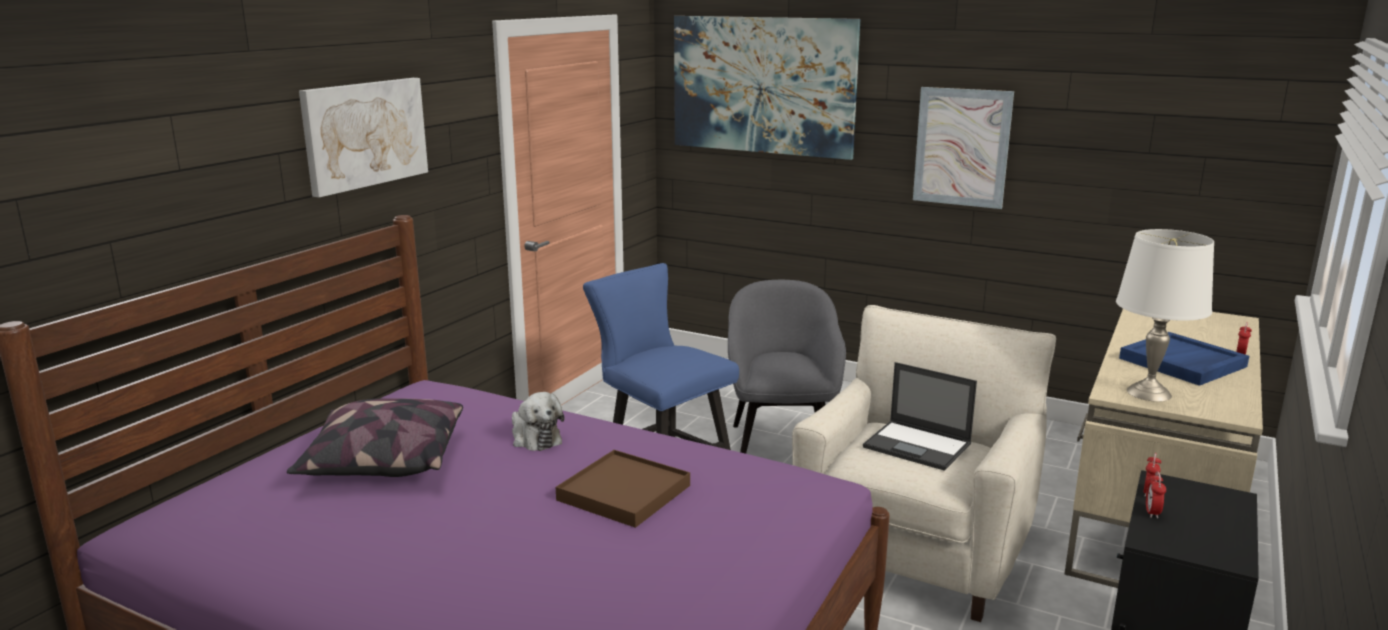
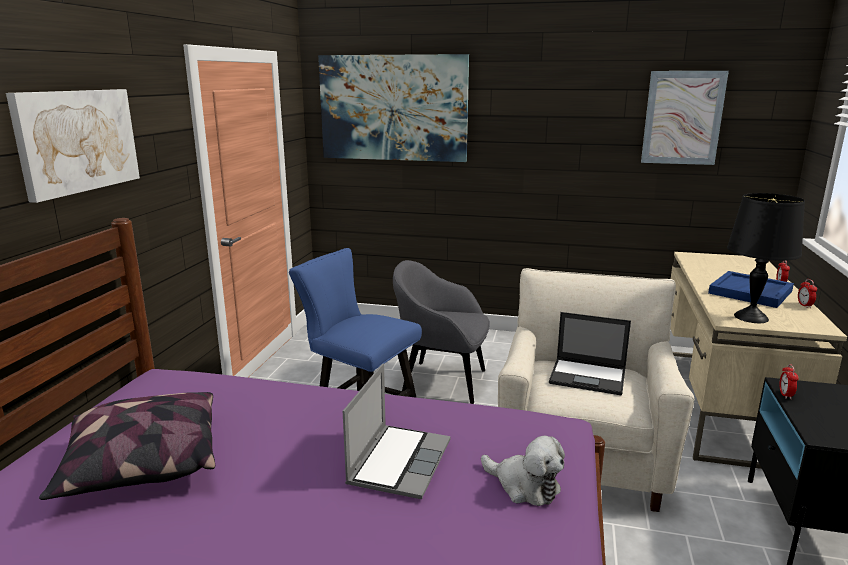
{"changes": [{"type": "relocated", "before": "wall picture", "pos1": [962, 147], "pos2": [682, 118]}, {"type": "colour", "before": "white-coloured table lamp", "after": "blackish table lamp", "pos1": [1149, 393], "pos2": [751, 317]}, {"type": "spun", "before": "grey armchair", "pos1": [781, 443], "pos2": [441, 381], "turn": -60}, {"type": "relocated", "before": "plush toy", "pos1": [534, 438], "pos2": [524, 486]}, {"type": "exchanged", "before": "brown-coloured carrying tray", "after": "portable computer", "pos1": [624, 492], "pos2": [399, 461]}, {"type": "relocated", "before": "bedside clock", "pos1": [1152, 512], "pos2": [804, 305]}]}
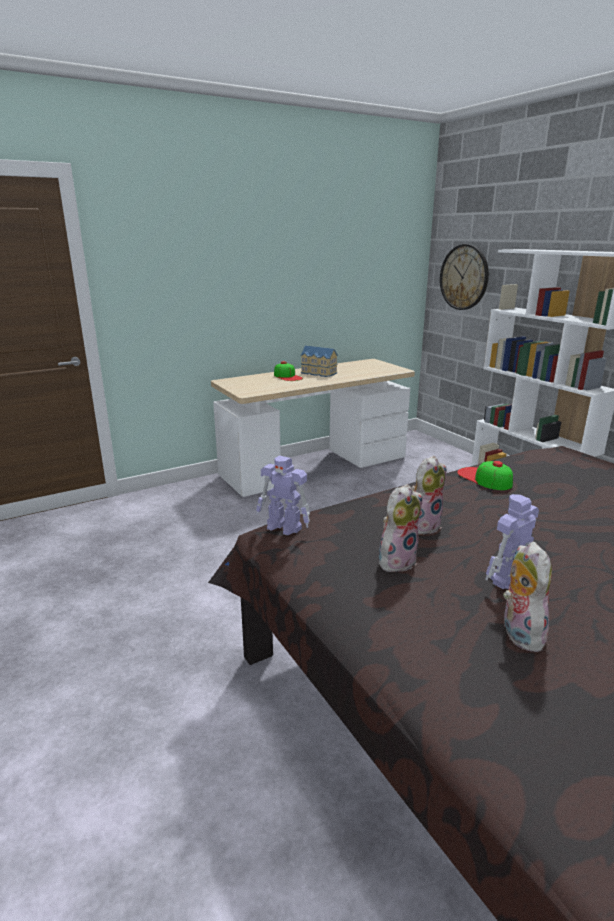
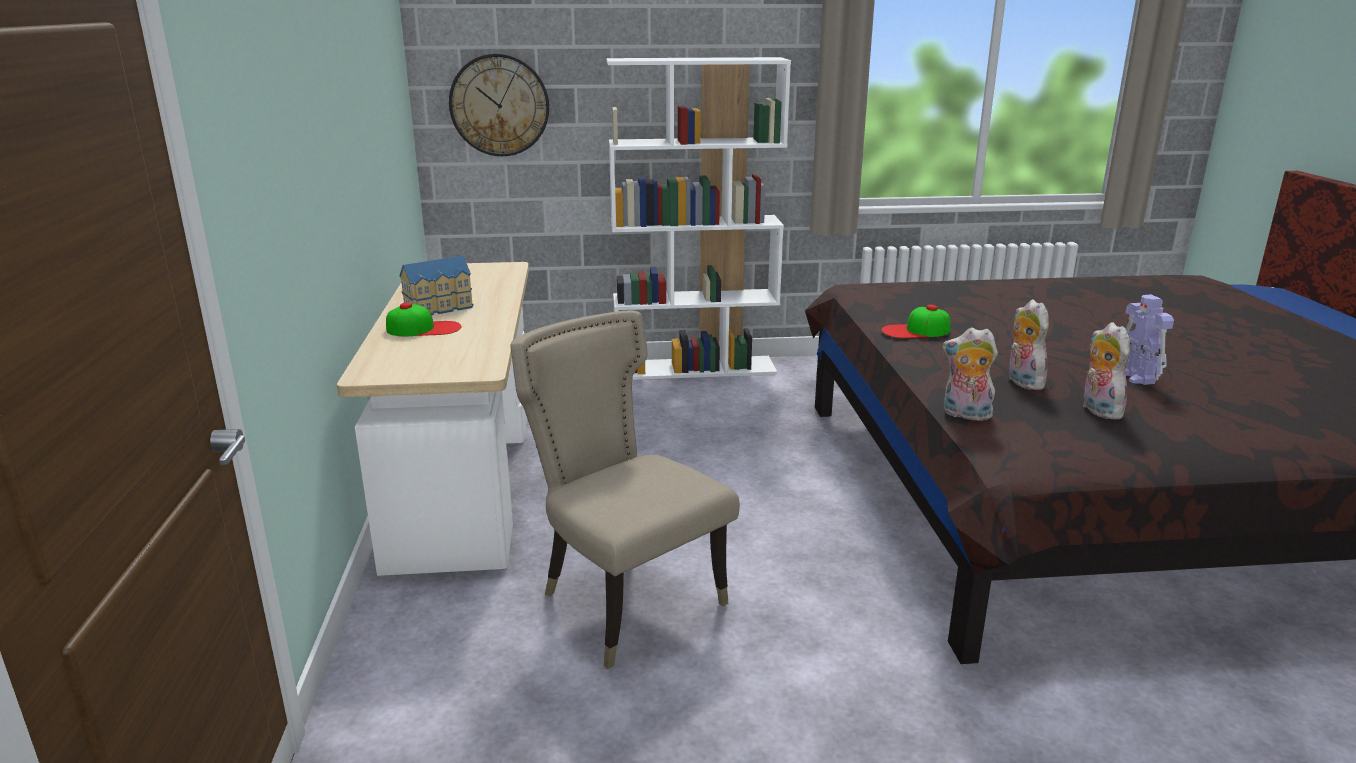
{"changes": [{"type": "missing", "before": "toy robot", "pos1": [284, 527]}, {"type": "relocated", "before": "plush toy", "pos1": [518, 633], "pos2": [965, 415]}, {"type": "appeared", "after": "beige-coloured chair", "pos2": [625, 600]}]}
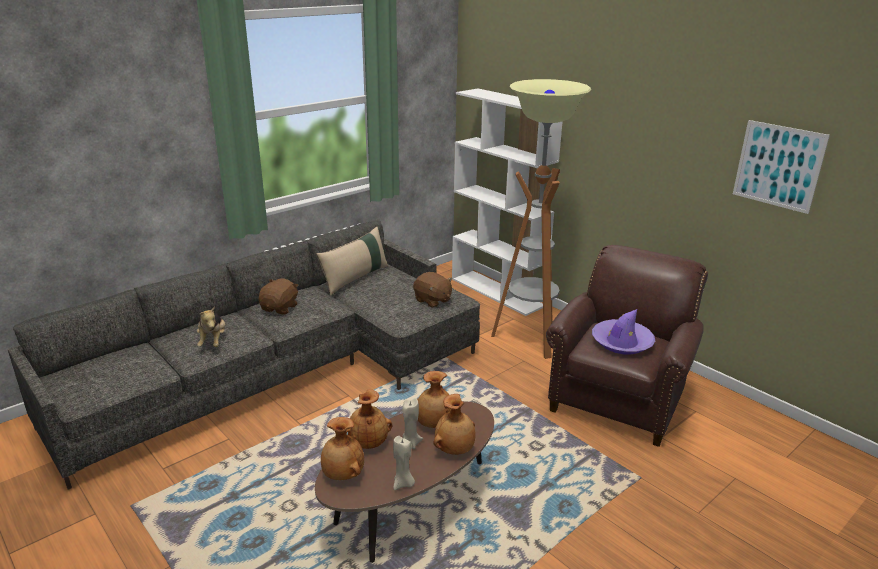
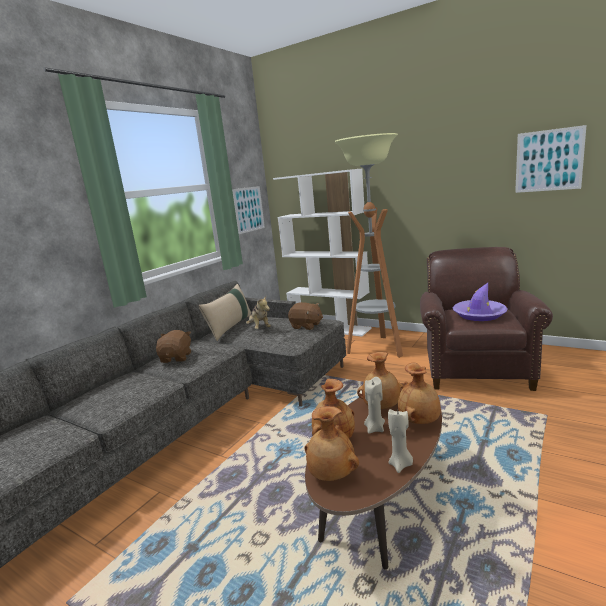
{"changes": [{"type": "relocated", "before": "plush toy", "pos1": [213, 341], "pos2": [259, 328]}, {"type": "appeared", "after": "wall picture", "pos2": [248, 209]}]}
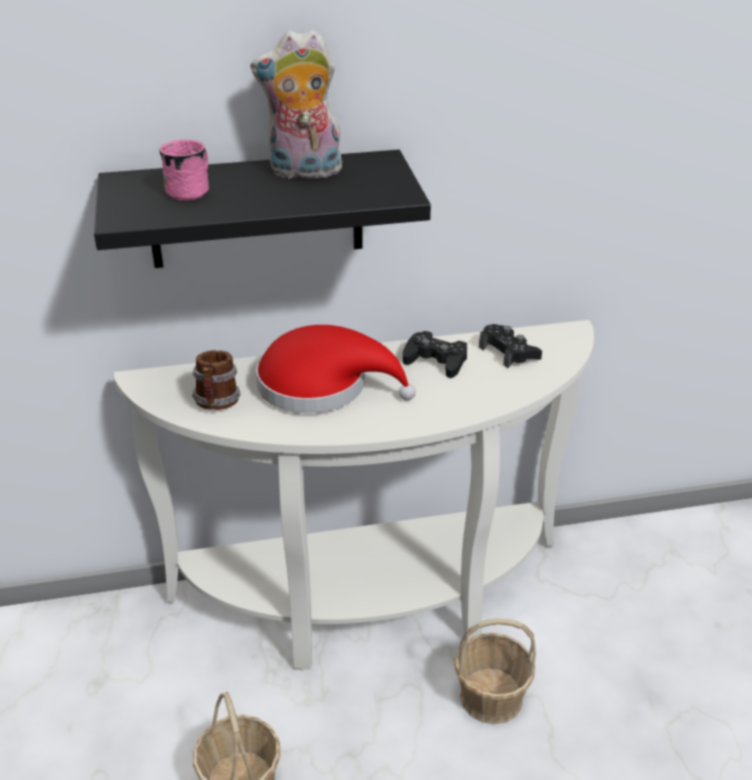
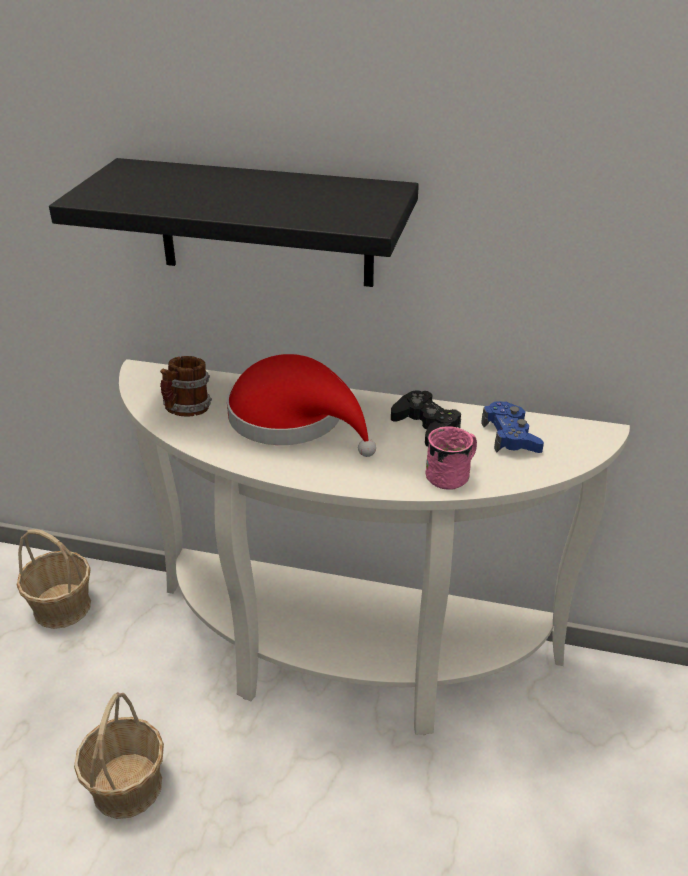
{"changes": [{"type": "missing", "before": "plush toy", "pos1": [303, 172]}, {"type": "relocated", "before": "pink-coloured mug", "pos1": [192, 190], "pos2": [453, 475]}, {"type": "colour", "before": "blackish gamepad", "after": "blue-coloured gamepad", "pos1": [508, 352], "pos2": [510, 436]}, {"type": "relocated", "before": "basket", "pos1": [490, 696], "pos2": [62, 606]}]}
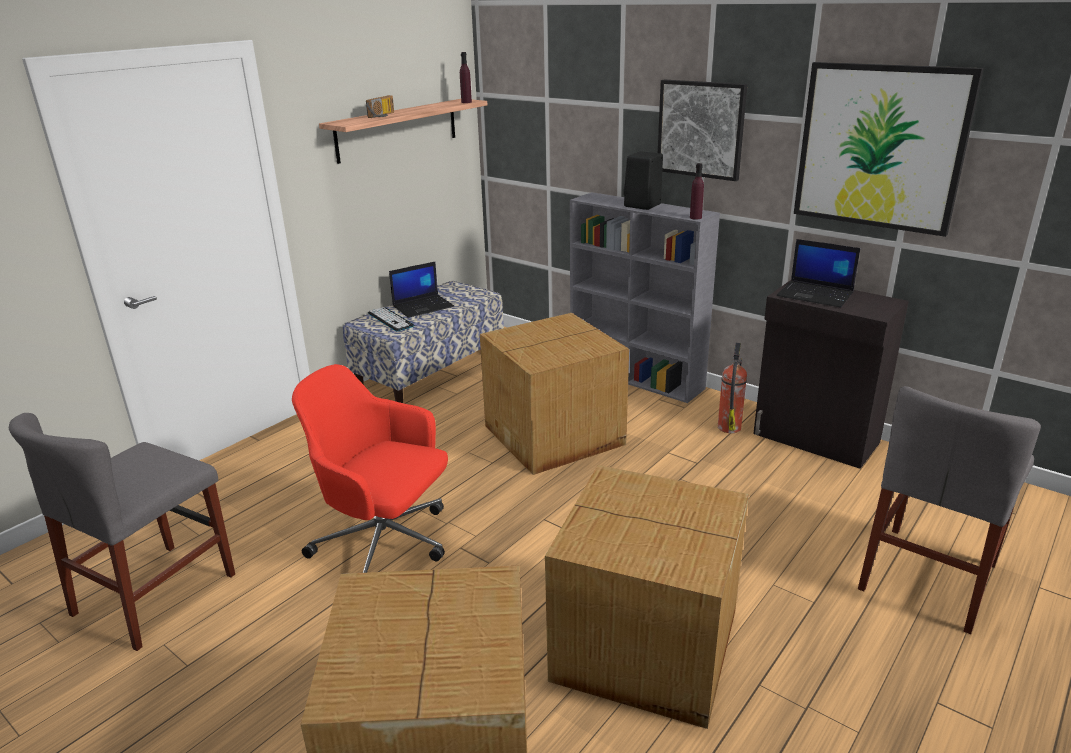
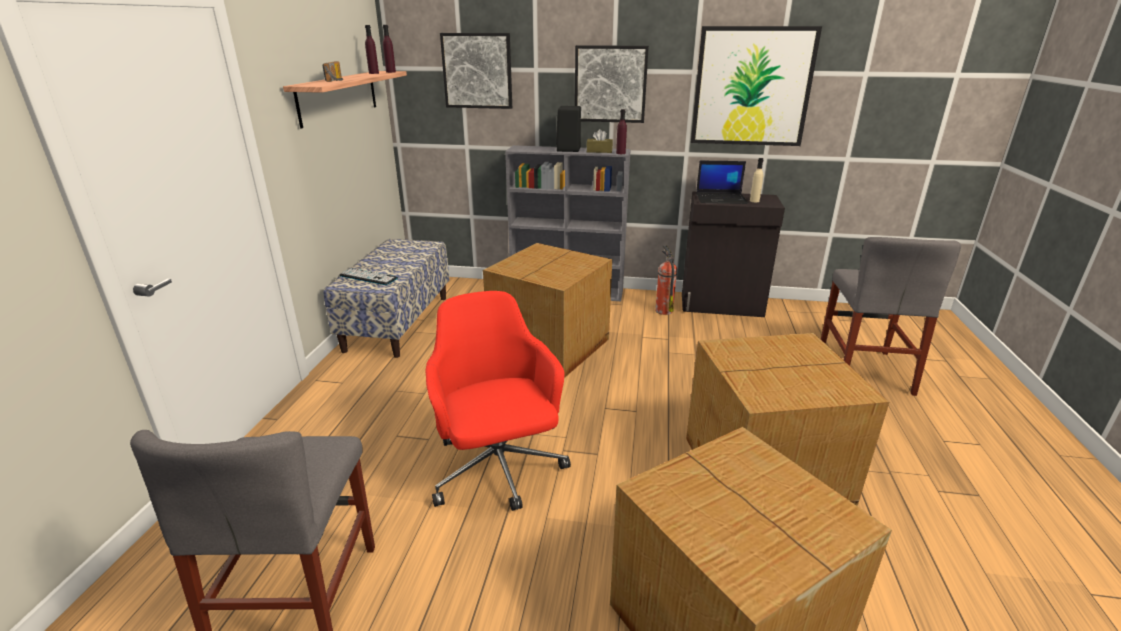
{"changes": [{"type": "missing", "before": "portable computer", "pos1": [423, 306]}, {"type": "spun", "before": "red office chair", "pos1": [385, 545], "pos2": [498, 470], "turn": 75}, {"type": "appeared", "after": "purplish beverage bottle", "pos2": [373, 73]}, {"type": "appeared", "after": "wall picture", "pos2": [477, 71]}, {"type": "appeared", "after": "brown-coloured tissue box", "pos2": [599, 151]}, {"type": "appeared", "after": "beige-coloured beverage bottle", "pos2": [754, 201]}]}
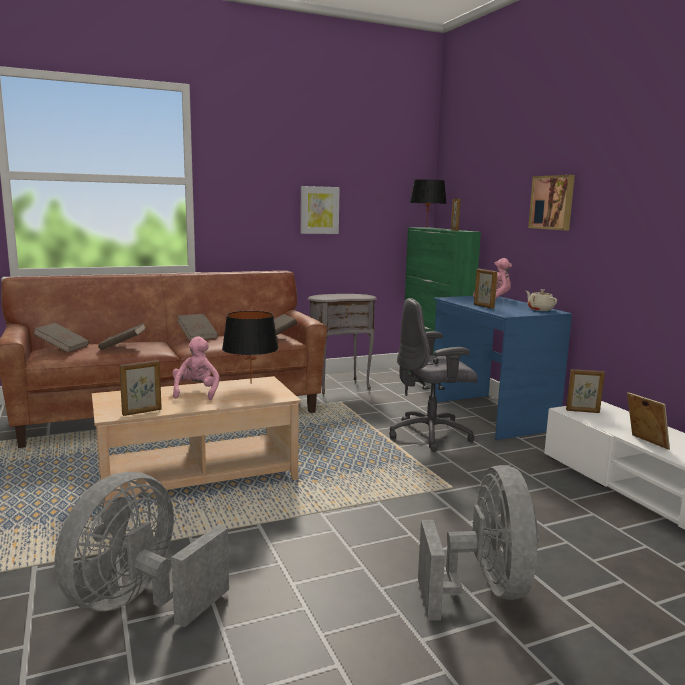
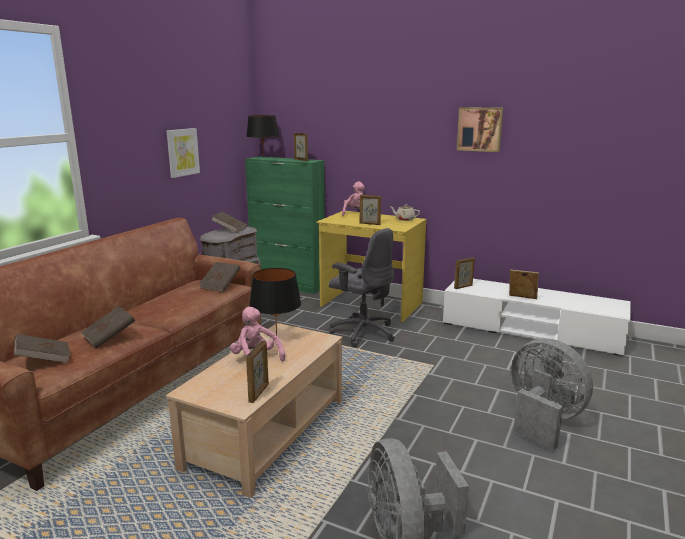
{"changes": [{"type": "relocated", "before": "wall picture", "pos1": [553, 202], "pos2": [480, 129]}, {"type": "colour", "before": "blue-coloured desk unit", "after": "yellow-coloured desk unit", "pos1": [490, 415], "pos2": [370, 304]}, {"type": "spun", "before": "grey office chair", "pos1": [431, 435], "pos2": [362, 332], "turn": -90}, {"type": "relocated", "before": "brown-coloured book", "pos1": [197, 336], "pos2": [229, 229]}]}
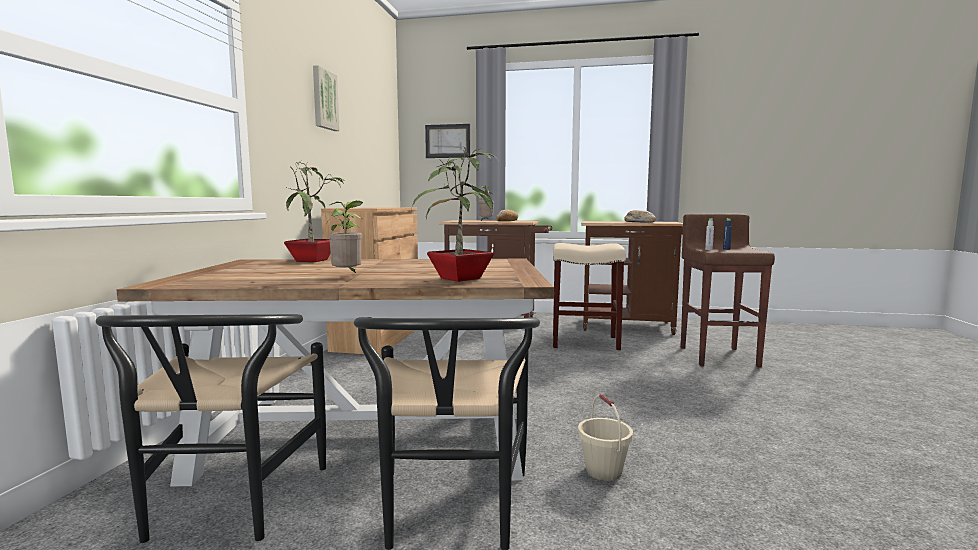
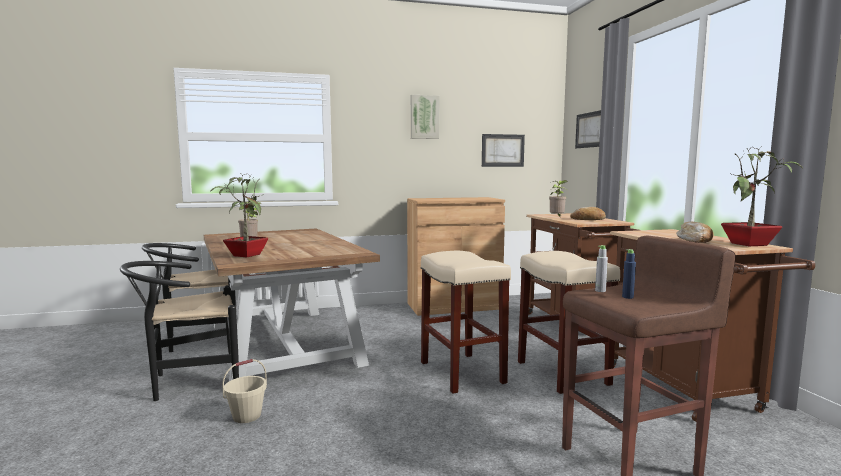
{"changes": [{"type": "relocated", "before": "plant in a pot", "pos1": [313, 261], "pos2": [750, 245]}, {"type": "appeared", "after": "wall picture", "pos2": [502, 150]}, {"type": "appeared", "after": "beige-coloured stool", "pos2": [460, 372]}]}
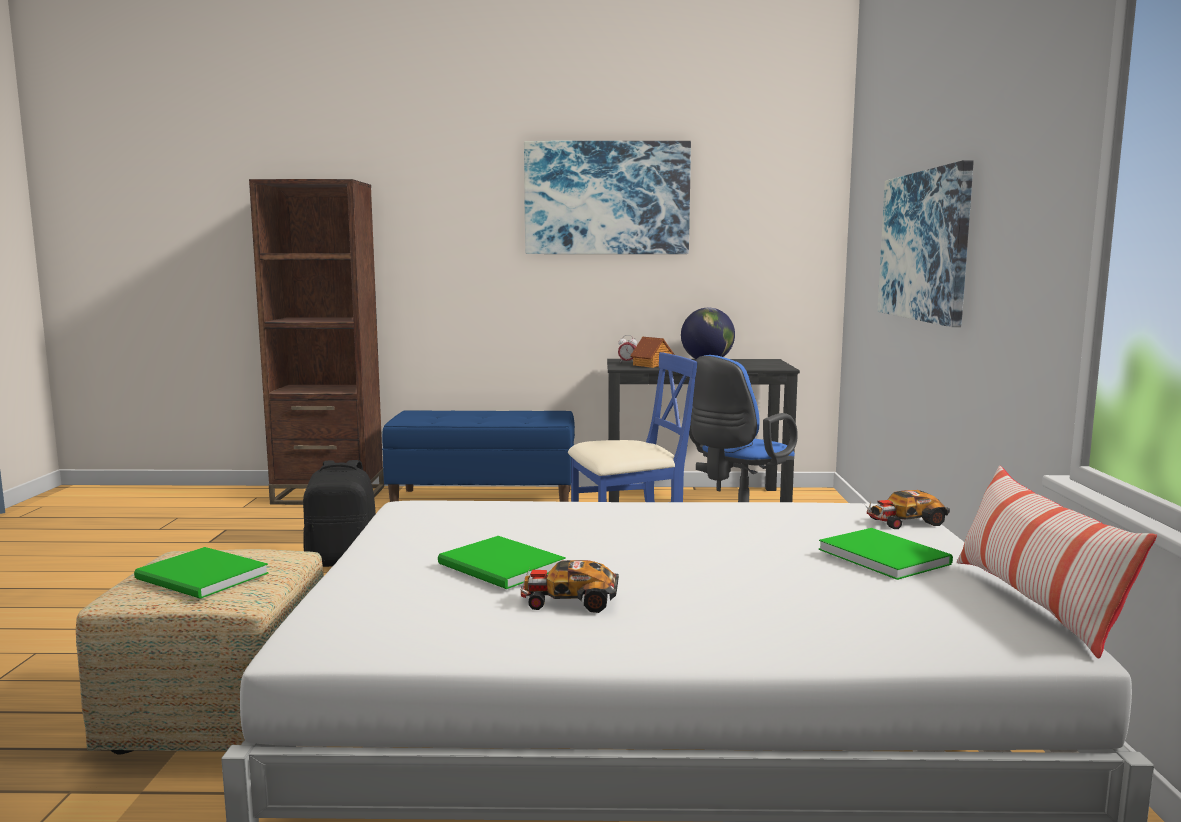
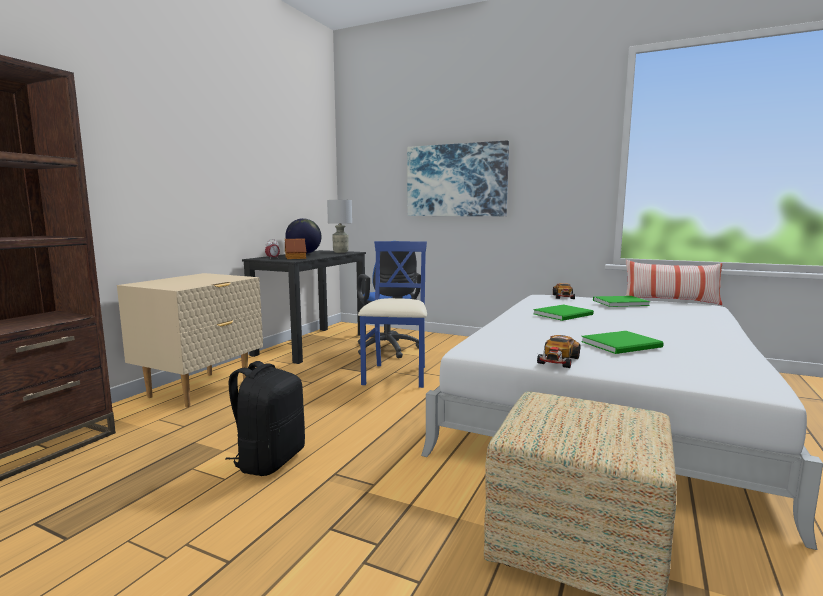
{"changes": [{"type": "missing", "before": "wall picture", "pos1": [607, 198]}, {"type": "exchanged", "before": "blue-coloured long seat", "after": "beige-coloured bedside table", "pos1": [484, 499], "pos2": [200, 389]}, {"type": "relocated", "before": "green book", "pos1": [202, 578], "pos2": [565, 314]}, {"type": "relocated", "before": "toy car", "pos1": [569, 600], "pos2": [558, 360]}, {"type": "appeared", "after": "grey table lamp", "pos2": [341, 252]}]}
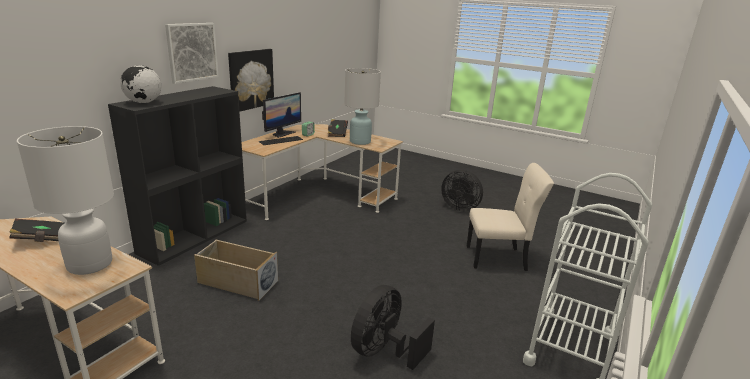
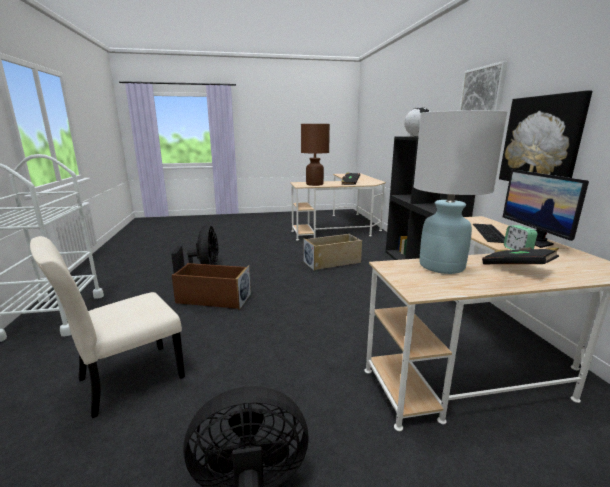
{"changes": [{"type": "colour", "before": "white-coloured table lamp", "after": "brown-coloured table lamp", "pos1": [89, 264], "pos2": [314, 184]}, {"type": "appeared", "after": "brown-coloured storage container", "pos2": [213, 299]}]}
